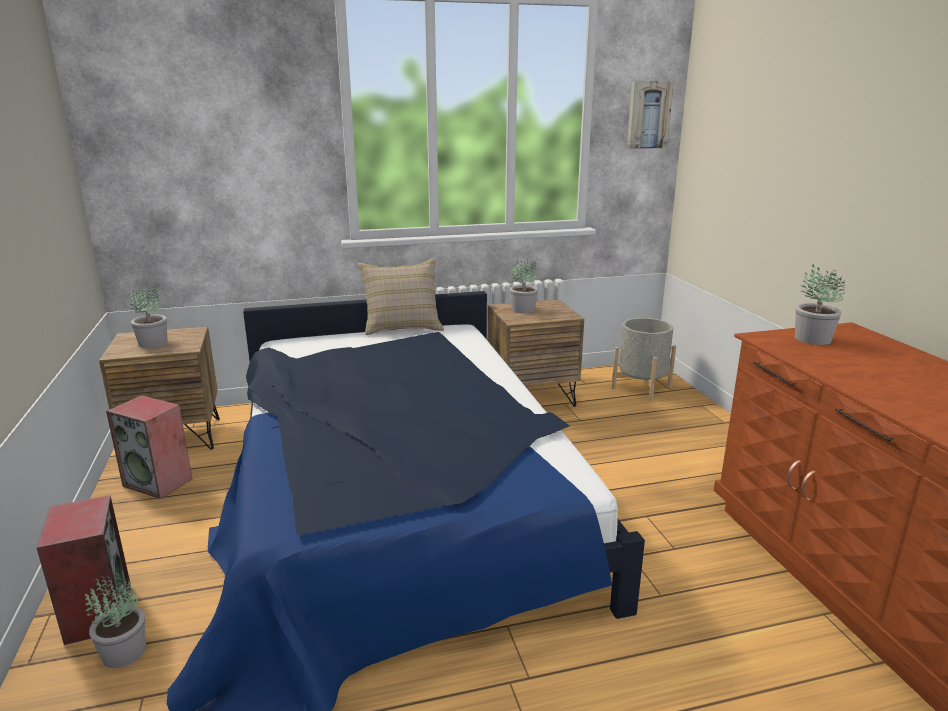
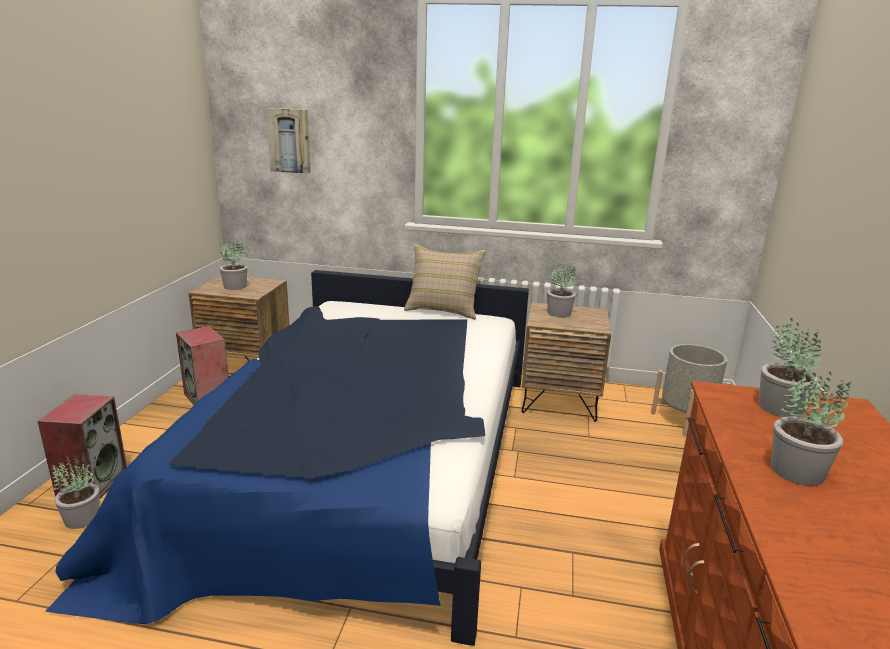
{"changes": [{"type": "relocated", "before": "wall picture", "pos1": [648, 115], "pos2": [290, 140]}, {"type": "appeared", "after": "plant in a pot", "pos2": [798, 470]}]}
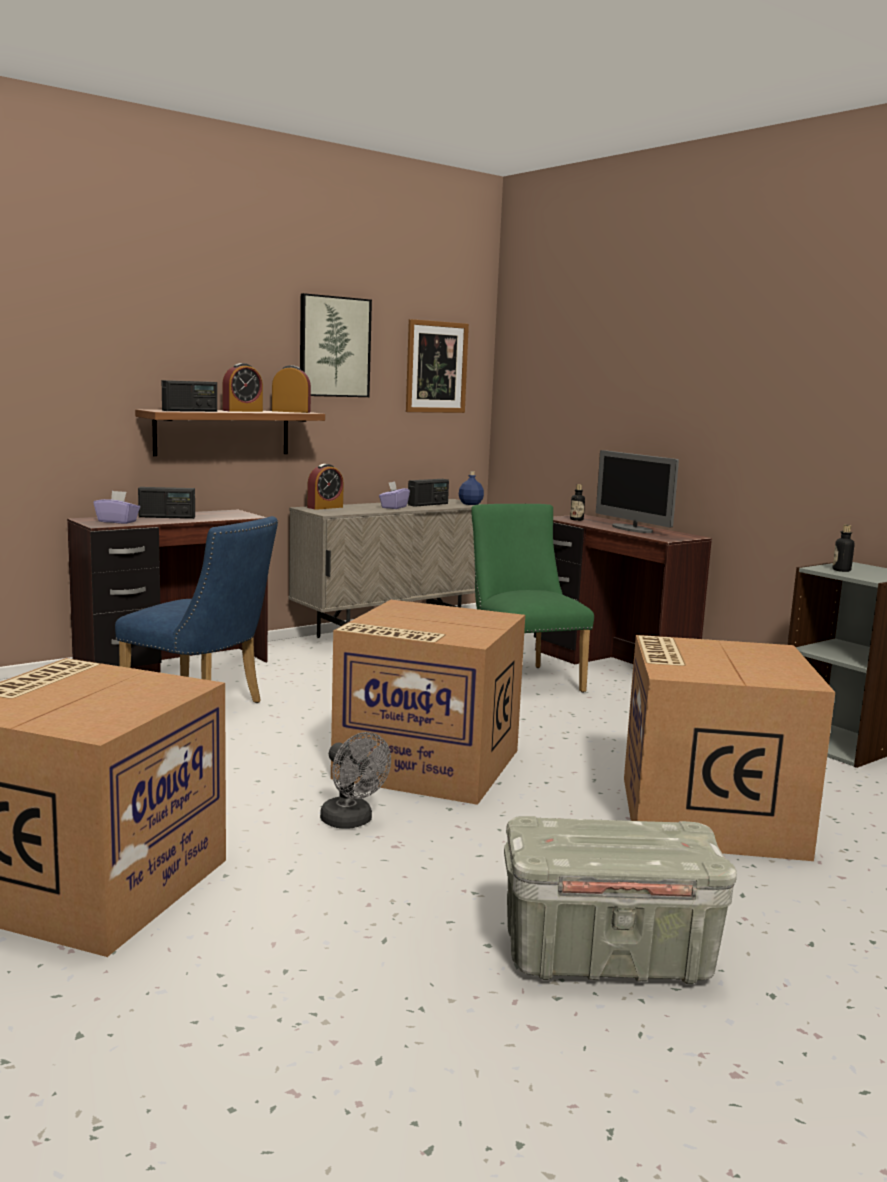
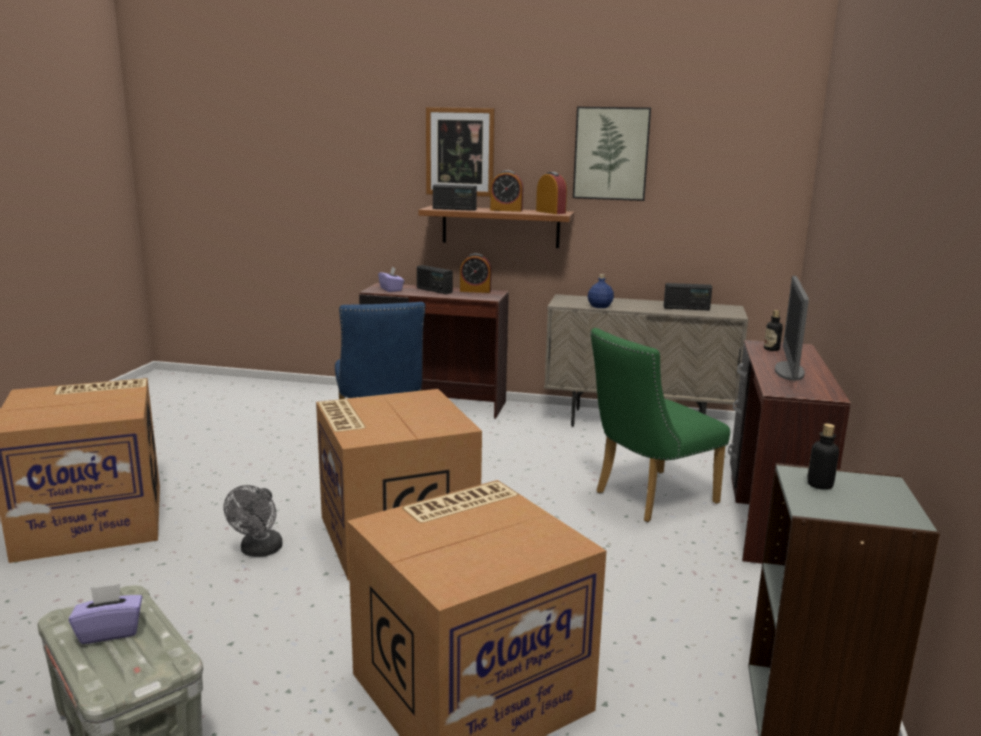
{"changes": [{"type": "relocated", "before": "wall picture", "pos1": [436, 367], "pos2": [460, 152]}, {"type": "relocated", "before": "bedside clock", "pos1": [325, 507], "pos2": [475, 291]}, {"type": "relocated", "before": "blue-coloured beverage bottle", "pos1": [470, 504], "pos2": [600, 306]}, {"type": "relocated", "before": "purplish tissue box", "pos1": [393, 507], "pos2": [110, 631]}, {"type": "spun", "before": "green chair", "pos1": [522, 679], "pos2": [647, 498], "turn": -150}]}
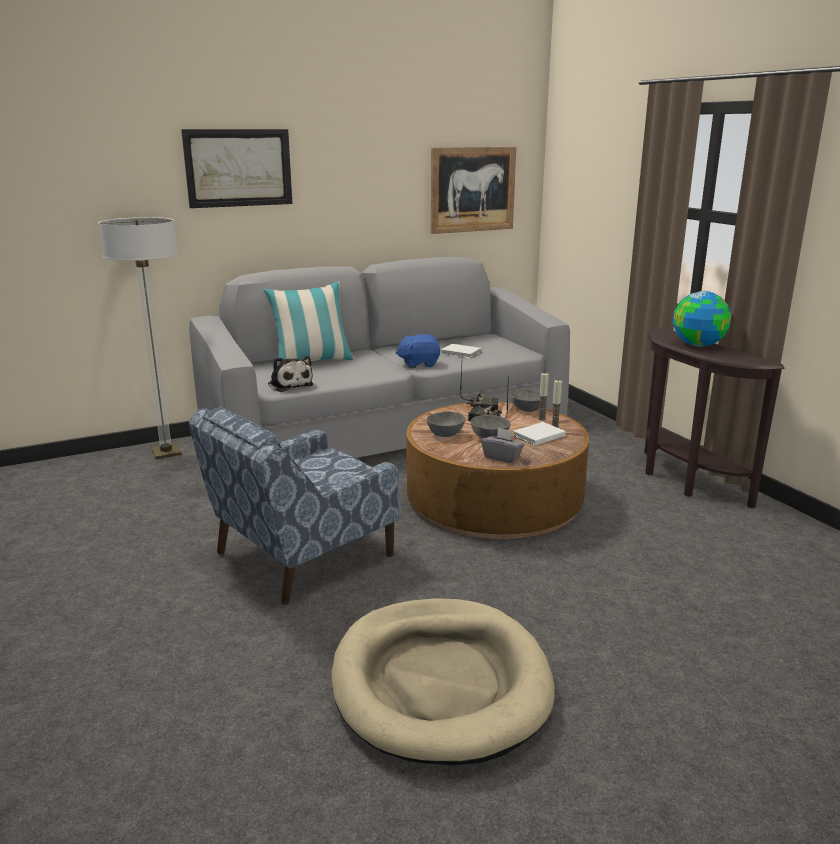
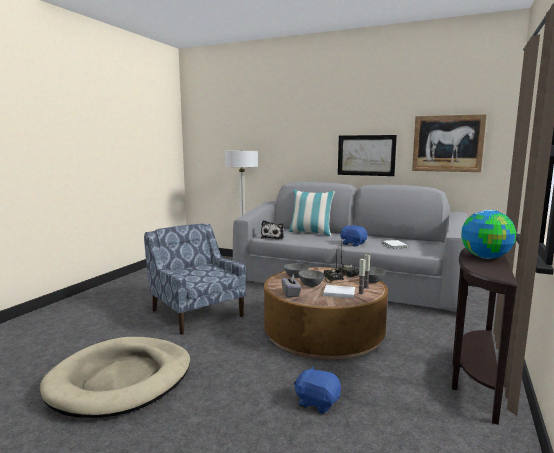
{"changes": [{"type": "relocated", "before": "wall picture", "pos1": [238, 168], "pos2": [366, 155]}, {"type": "spun", "before": "blue-coloured armchair", "pos1": [301, 556], "pos2": [196, 313], "turn": 45}, {"type": "appeared", "after": "blue-coloured plush toy", "pos2": [317, 402]}]}
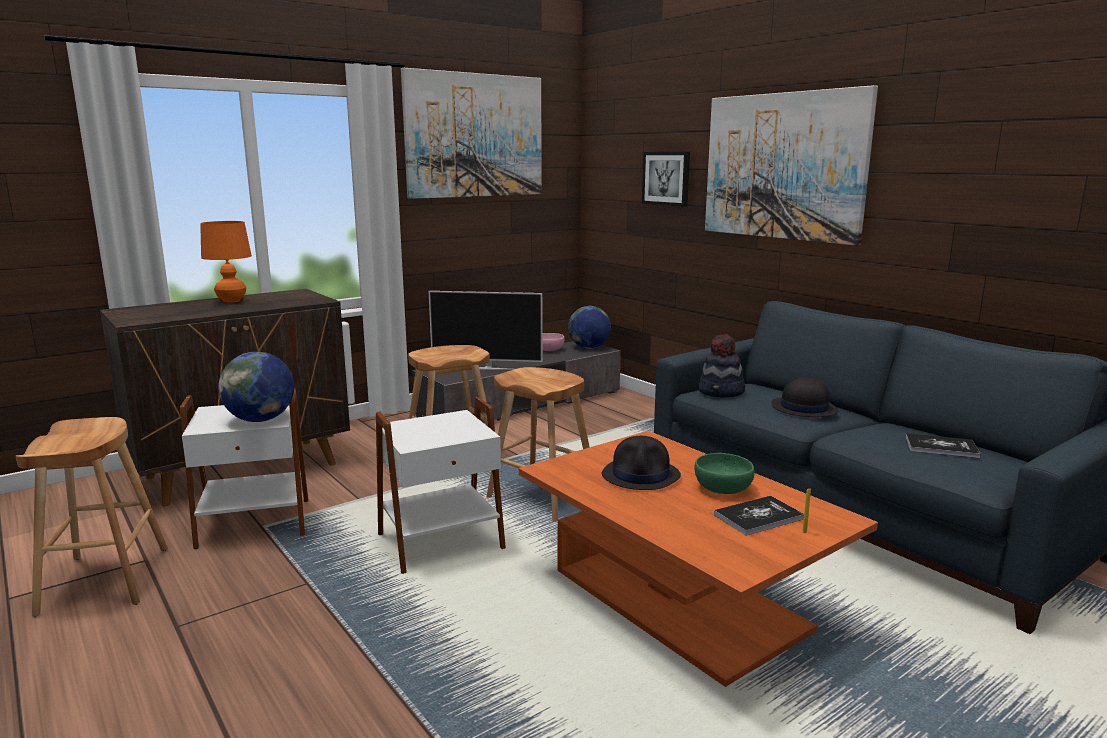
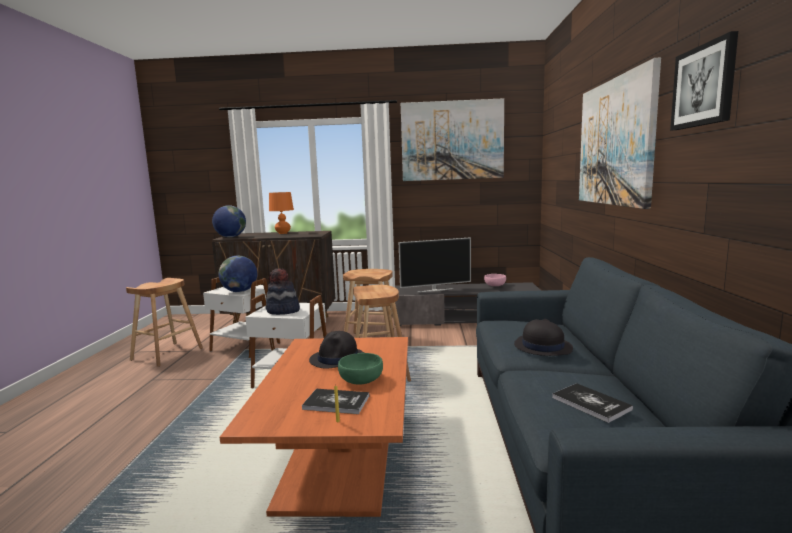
{"changes": [{"type": "relocated", "before": "wall picture", "pos1": [666, 178], "pos2": [704, 86]}, {"type": "spun", "before": "television", "pos1": [487, 368], "pos2": [435, 290], "turn": -60}, {"type": "relocated", "before": "globe", "pos1": [589, 347], "pos2": [230, 237]}, {"type": "relocated", "before": "hat", "pos1": [721, 392], "pos2": [282, 311]}]}
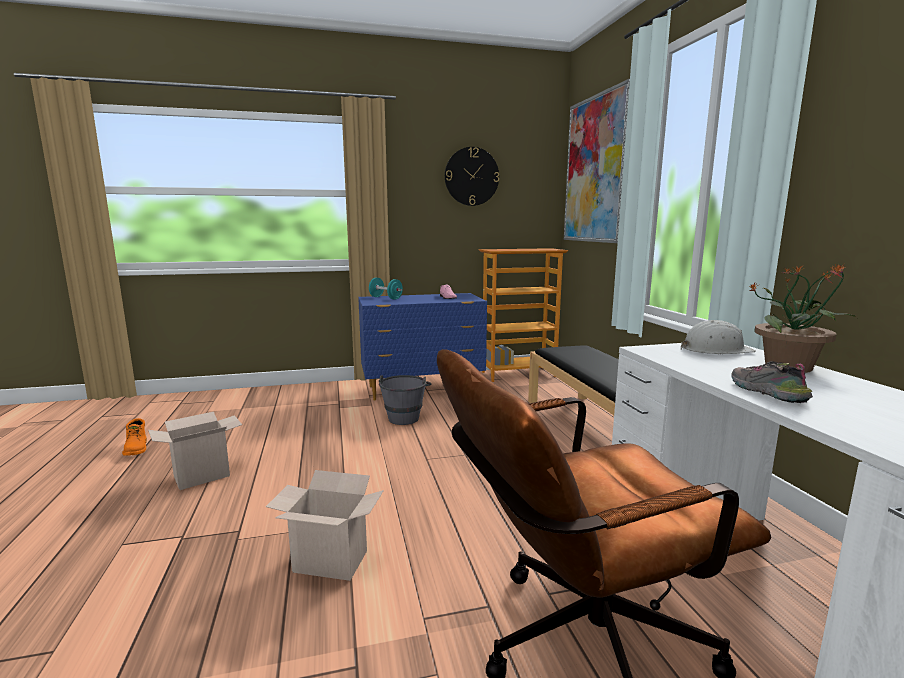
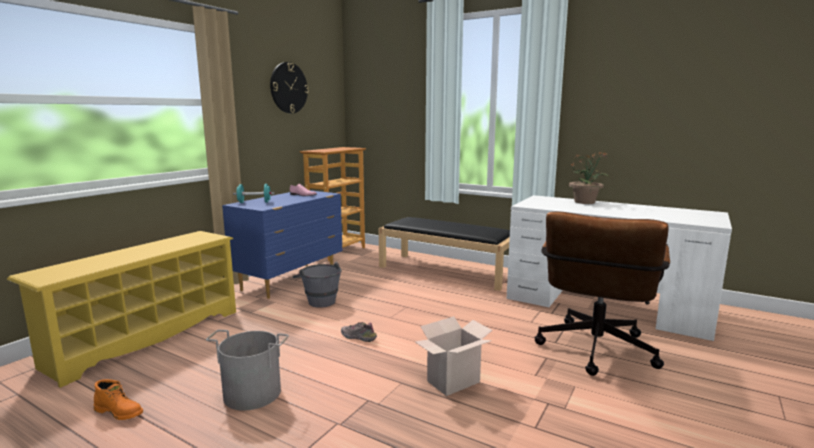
{"changes": [{"type": "missing", "before": "wall picture", "pos1": [595, 170]}, {"type": "missing", "before": "white-coloured hard hat", "pos1": [715, 350]}, {"type": "relocated", "before": "low shoe", "pos1": [765, 392], "pos2": [357, 337]}, {"type": "exchanged", "before": "carton", "after": "grey water bucket", "pos1": [203, 475], "pos2": [252, 393]}, {"type": "appeared", "after": "yellow-coloured shoe shelf", "pos2": [146, 337]}]}
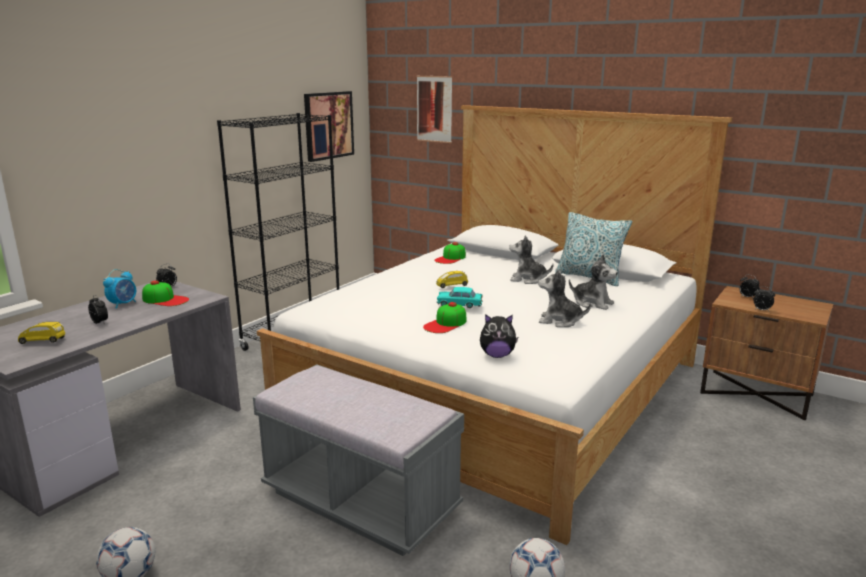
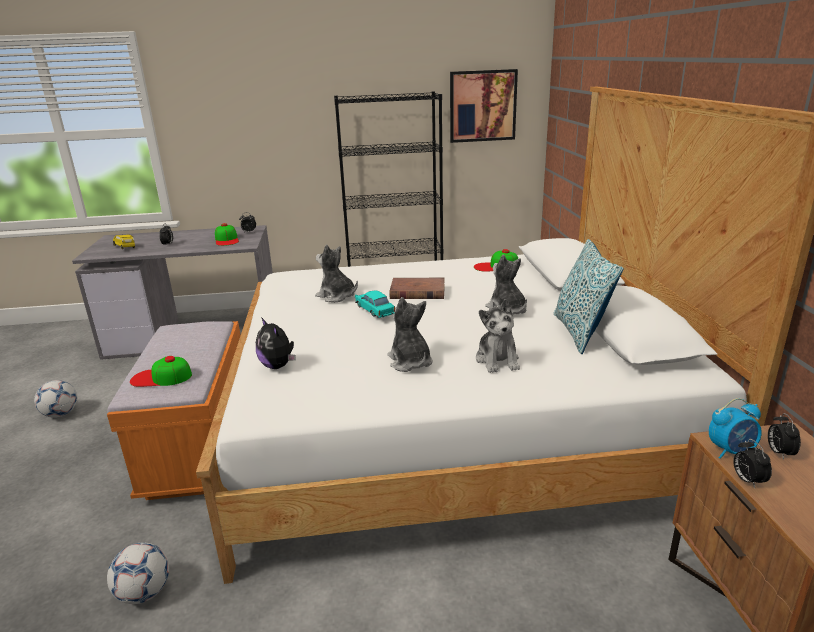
{"changes": [{"type": "missing", "before": "wall picture", "pos1": [434, 109]}, {"type": "relocated", "before": "bedside clock", "pos1": [123, 304], "pos2": [731, 451]}, {"type": "exchanged", "before": "yellow-coloured toy car", "after": "brown-coloured book", "pos1": [451, 286], "pos2": [417, 292]}, {"type": "relocated", "before": "peaked cap", "pos1": [445, 324], "pos2": [161, 377]}, {"type": "colour", "before": "grey long seat", "after": "orangey long seat", "pos1": [360, 502], "pos2": [201, 447]}, {"type": "appeared", "after": "plush toy", "pos2": [337, 296]}]}
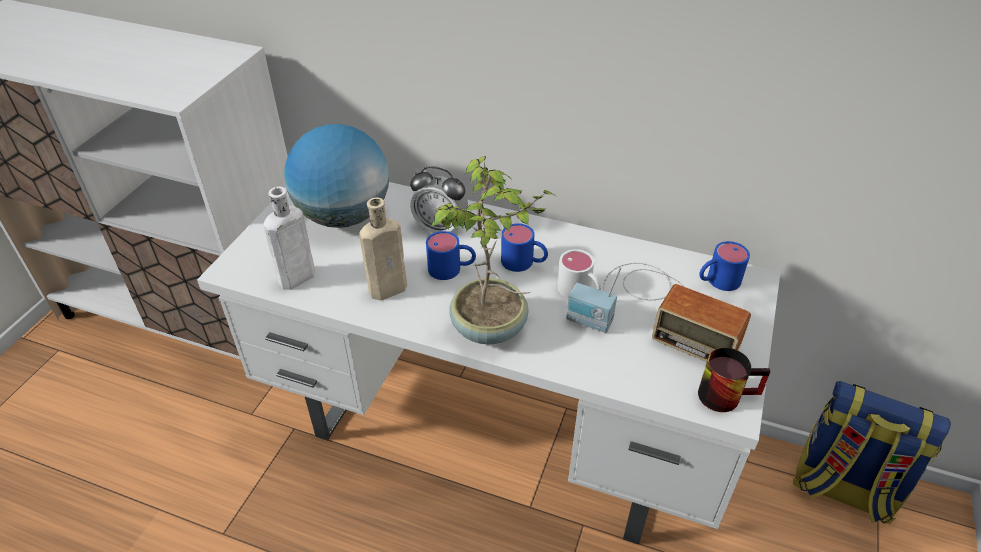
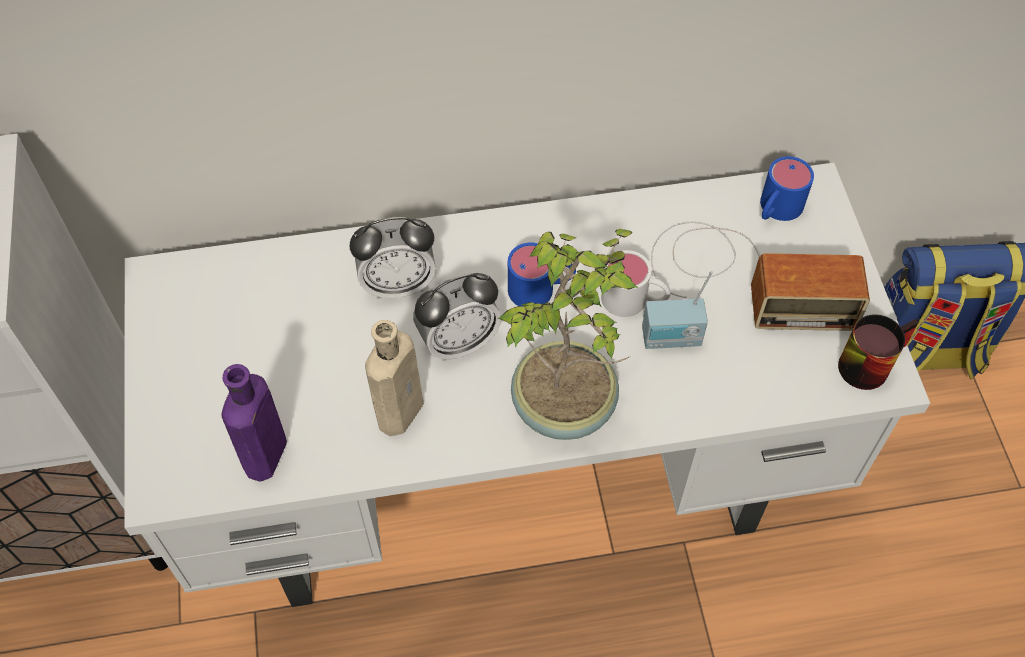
{"changes": [{"type": "missing", "before": "globe", "pos1": [344, 216]}, {"type": "colour", "before": "white-coloured beverage bottle", "after": "purplish beverage bottle", "pos1": [294, 279], "pos2": [264, 459]}, {"type": "exchanged", "before": "blue-coloured mug", "after": "bedside clock", "pos1": [452, 269], "pos2": [458, 341]}]}
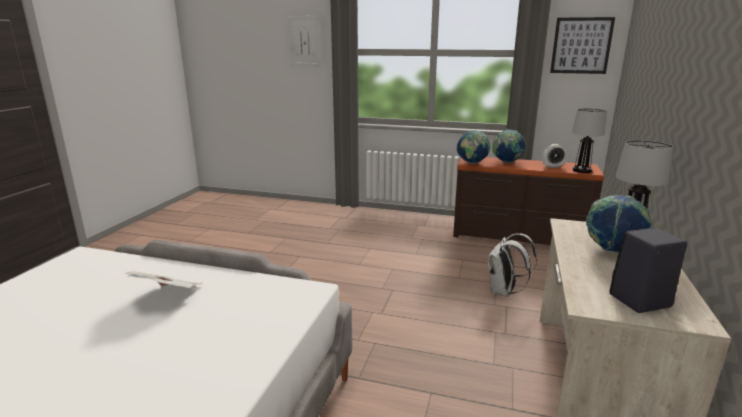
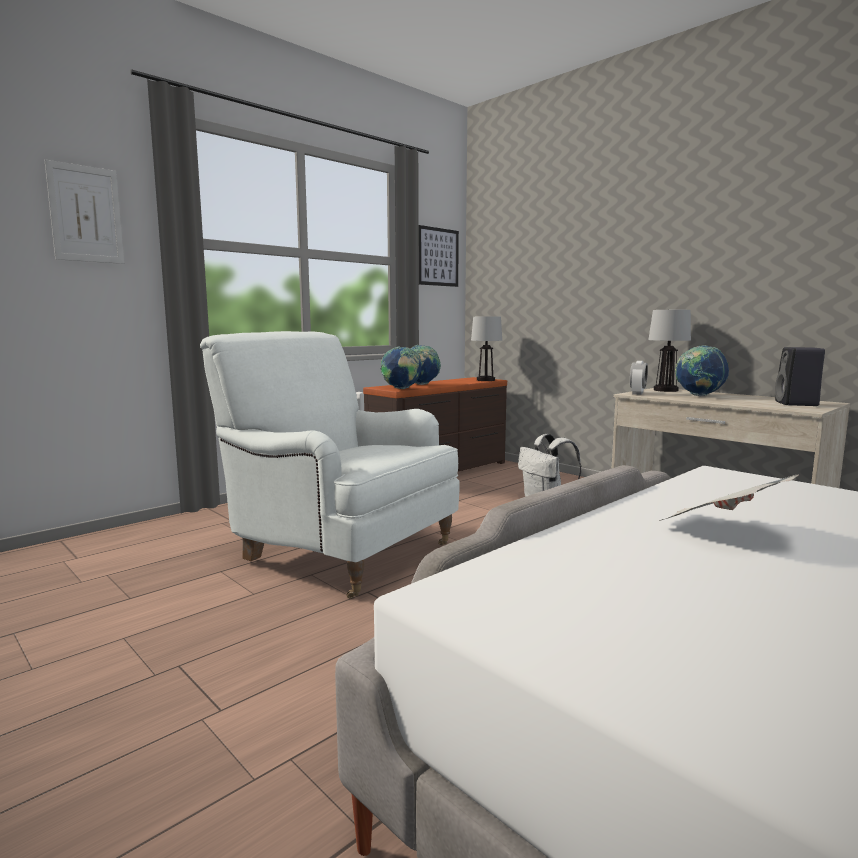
{"changes": [{"type": "relocated", "before": "bedside clock", "pos1": [552, 167], "pos2": [637, 393]}, {"type": "appeared", "after": "white-coloured armchair", "pos2": [341, 552]}]}
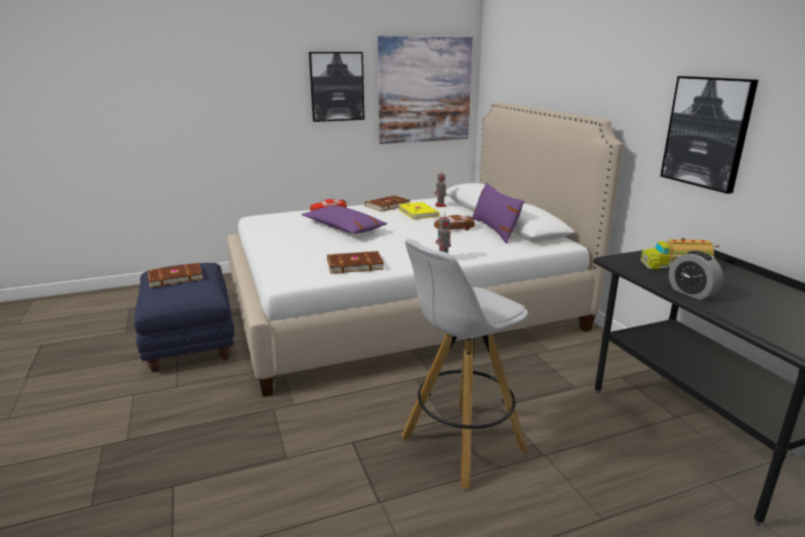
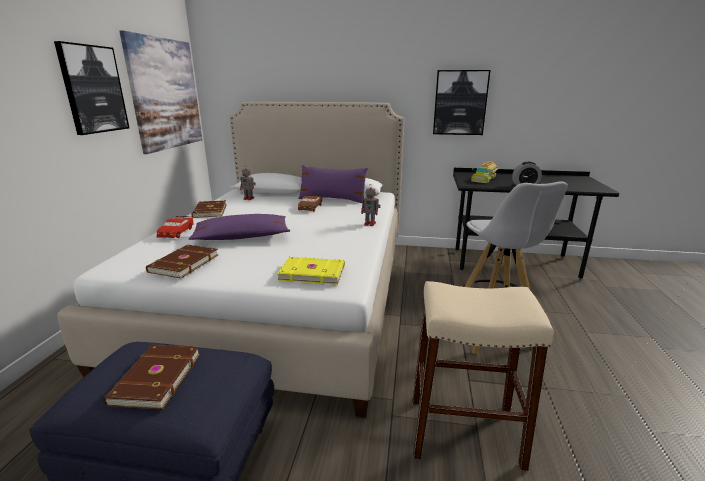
{"changes": [{"type": "relocated", "before": "yellow-coloured book", "pos1": [418, 212], "pos2": [312, 272]}, {"type": "relocated", "before": "brown-coloured book", "pos1": [354, 264], "pos2": [183, 263]}, {"type": "appeared", "after": "beige-coloured stool", "pos2": [464, 431]}]}
